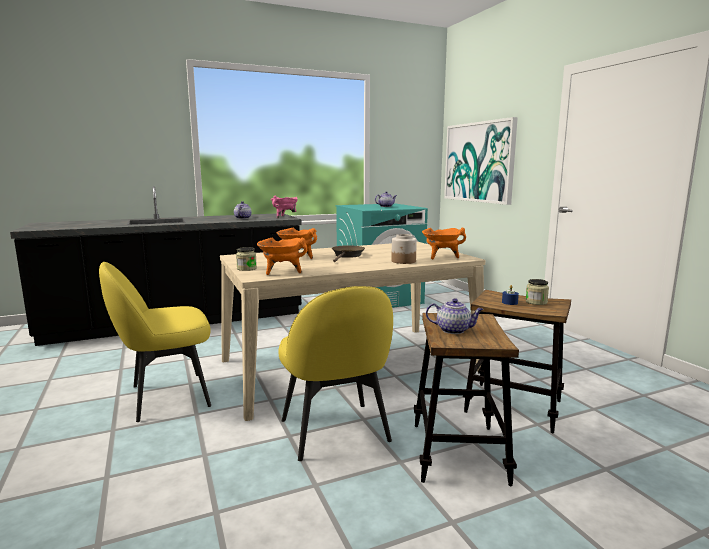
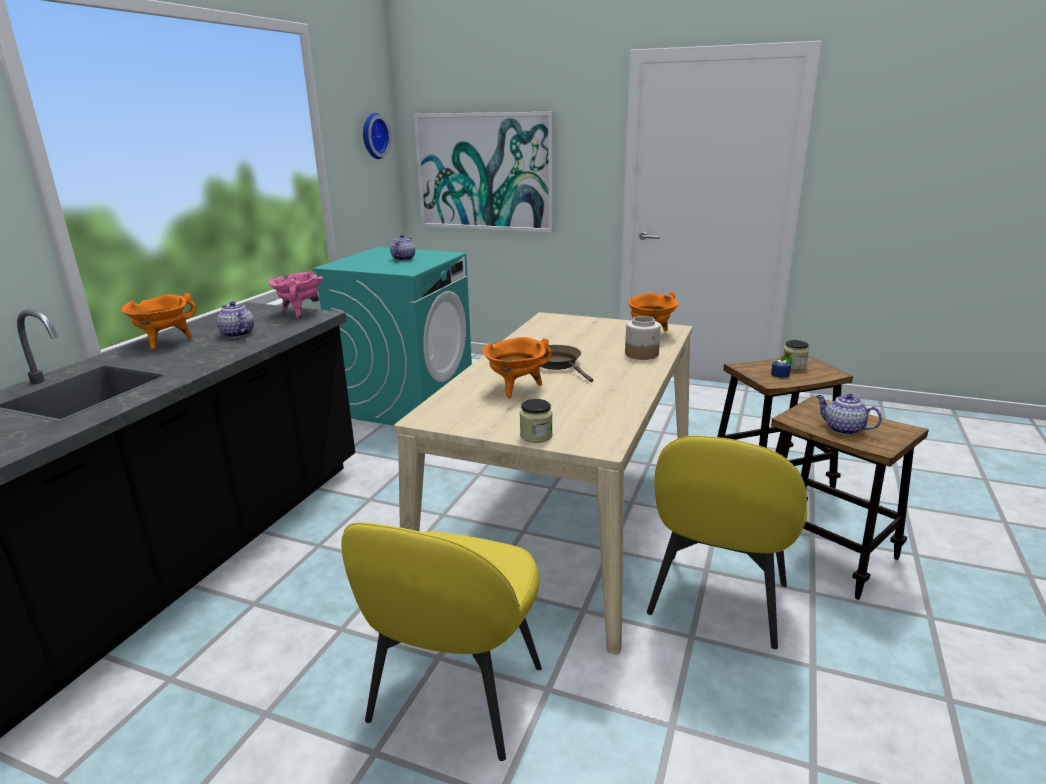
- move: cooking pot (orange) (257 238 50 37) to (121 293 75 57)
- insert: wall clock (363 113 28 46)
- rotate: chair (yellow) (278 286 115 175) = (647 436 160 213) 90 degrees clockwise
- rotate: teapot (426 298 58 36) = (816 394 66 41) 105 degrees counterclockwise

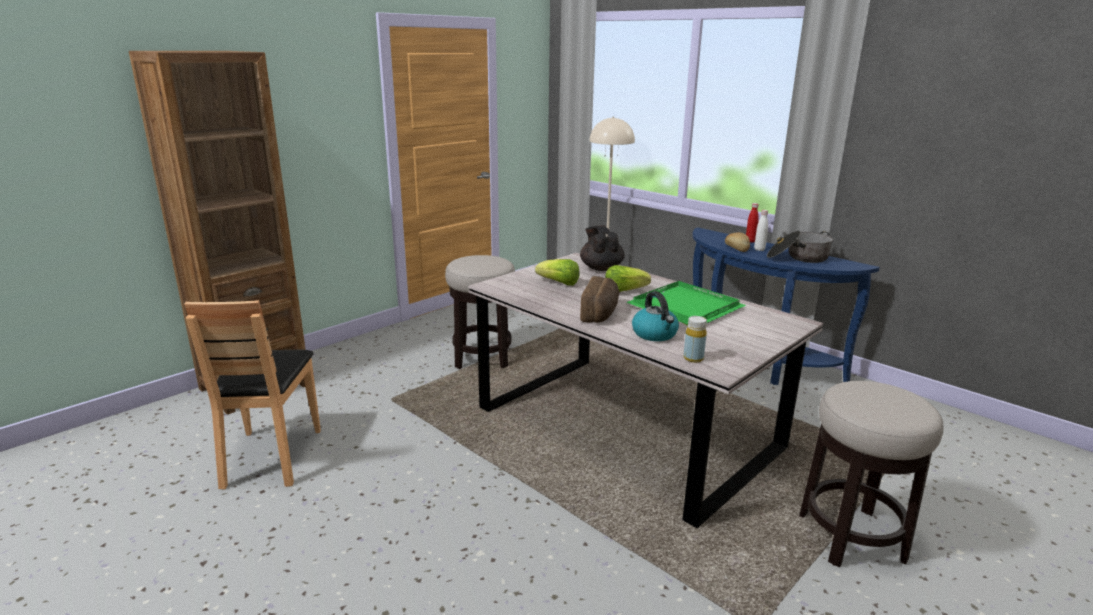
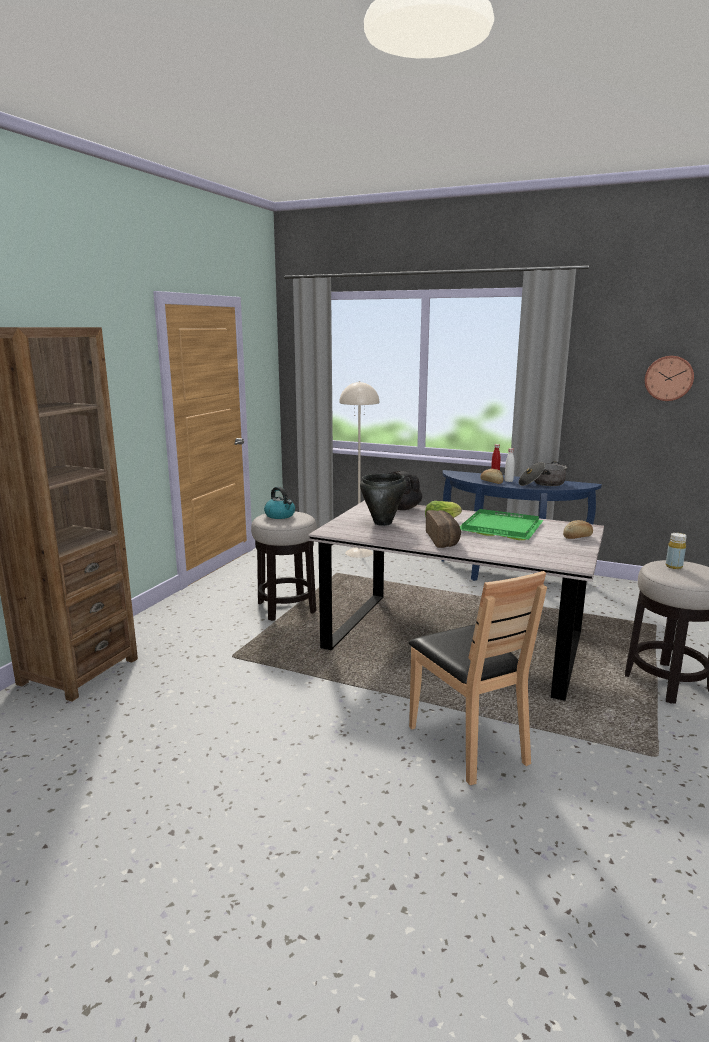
- move: kettle (632 291 47 50) to (264 487 31 32)
- replace: lettuce (535 259 44 27) to cooking pot (black) (360 474 47 52)
- move: chair (brown) (184 300 137 189) to (409 571 138 214)
- insert: bread (563 520 30 19)
- insert: wall clock (645 356 49 45)
- move: bottle (yellow) (684 316 23 47) to (666 533 21 36)

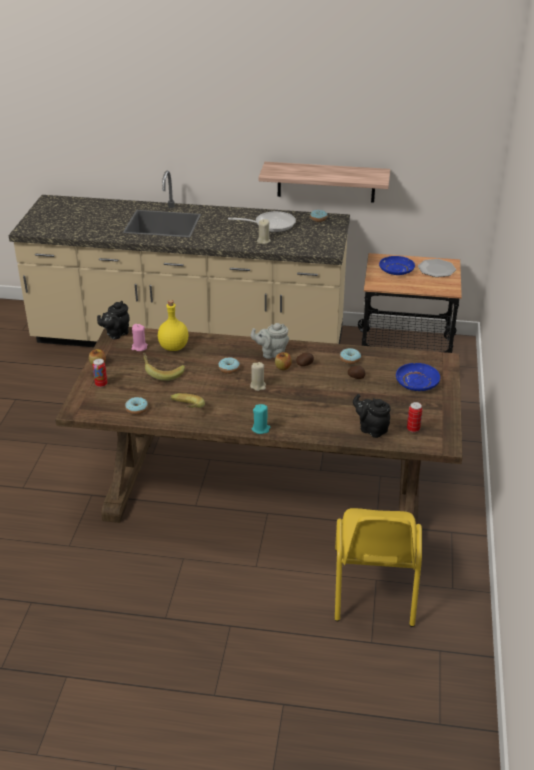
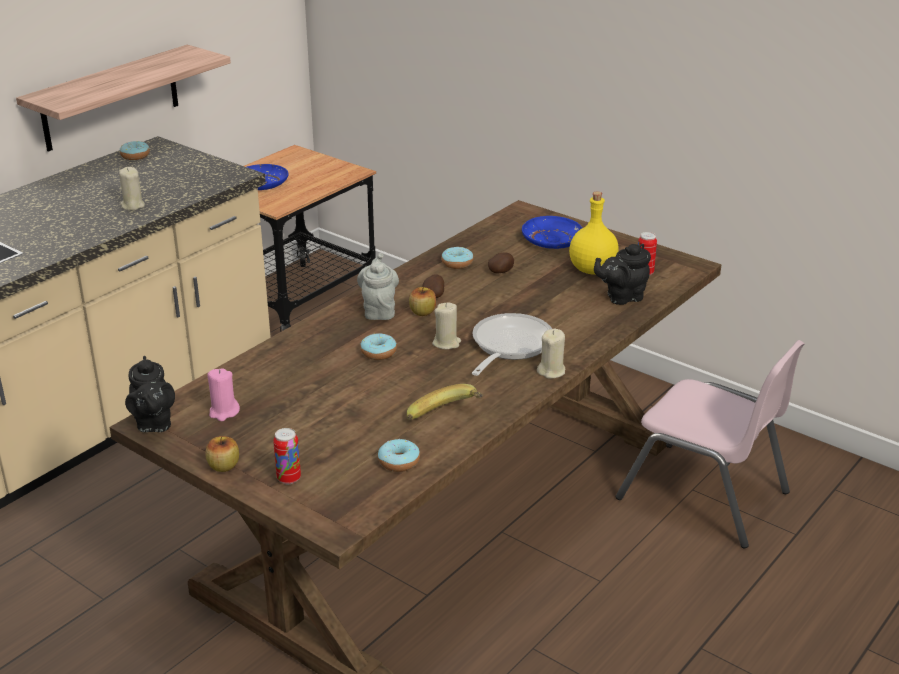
- rotate: teapot (grey) (251 323 38 36) = (357 253 42 67) 150 degrees clockwise
- move: frying pan (228 211 68 21) to (472 313 80 63)
- recolor: candle (turquoise) (252 404 18 30) to candle (beige) (537 329 28 50)
- move: bottle (yellow) (158 300 31 51) to (569 192 50 83)
- recolor: chair (yellow) (335 508 87 119) to chair (pink) (616 340 189 208)
- delete: banana (143 353 42 28)
- delete: plate (418 259 38 18)

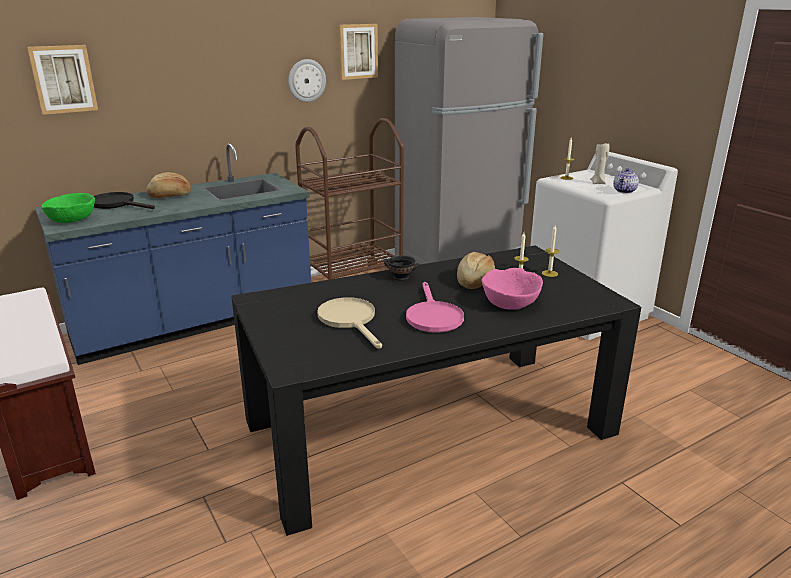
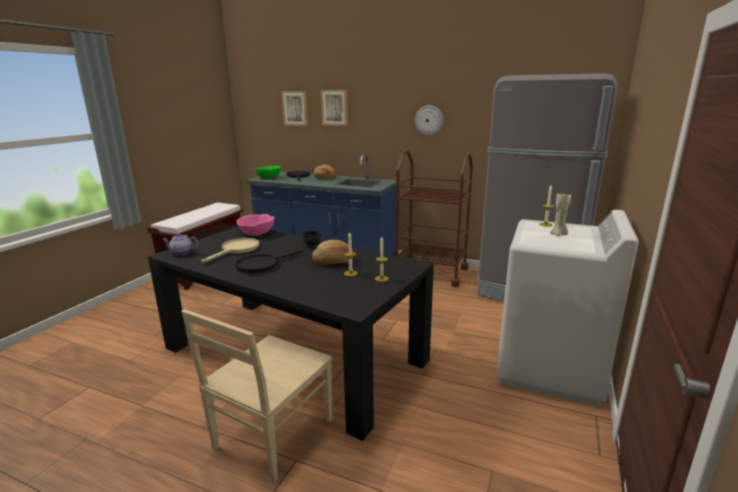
- move: teapot (613 168 26 26) to (163 233 35 23)
- insert: chair (beige) (182 309 151 174)
- recolor: frying pan (pink) (406 282 58 51) to frying pan (black) (235 249 69 24)
- move: bowl (pink) (482 268 61 42) to (236 214 39 22)
- move: picture (338 24 40 56) to (321 89 27 37)

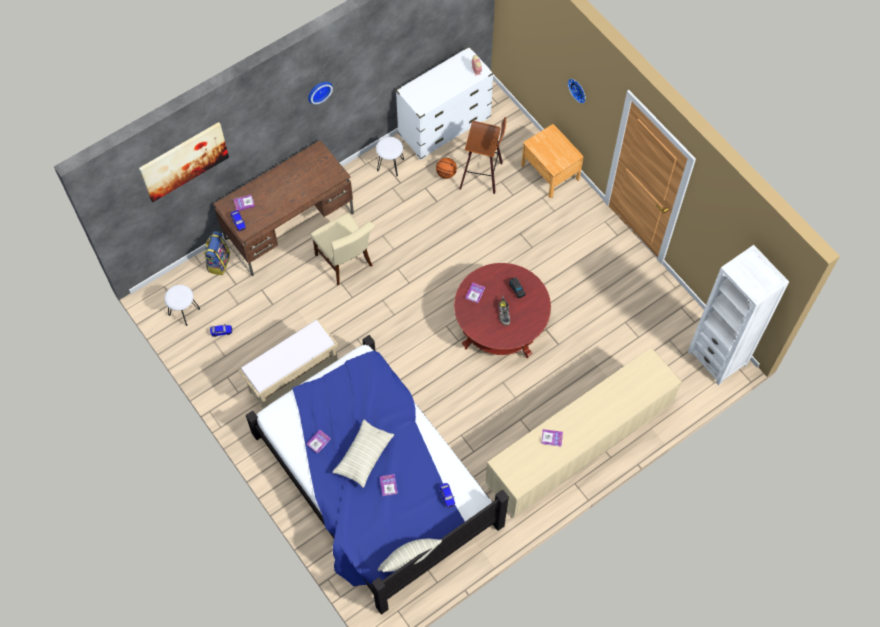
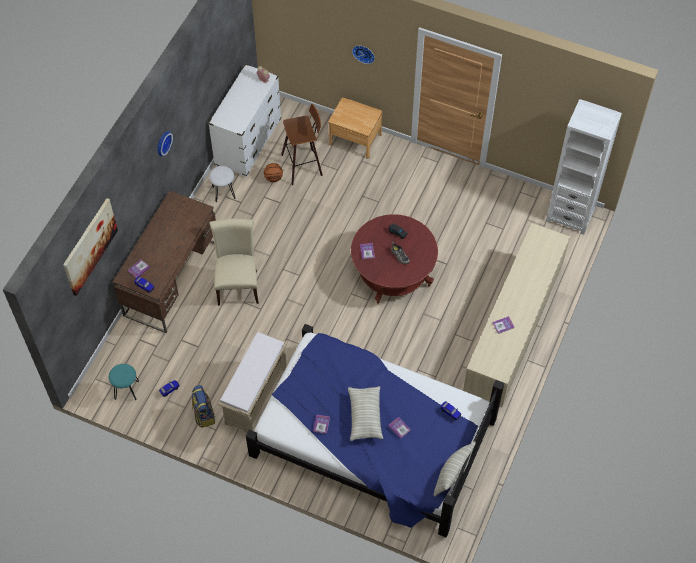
- recolor: stool (white) (164 285 36 41) to stool (turquoise) (109 364 30 36)
- move: backpack (204 231 26 44) to (192 385 23 43)
- rotate: chair (beige) (311 213 64 72) = (209 218 50 88) 120 degrees counterclockwise

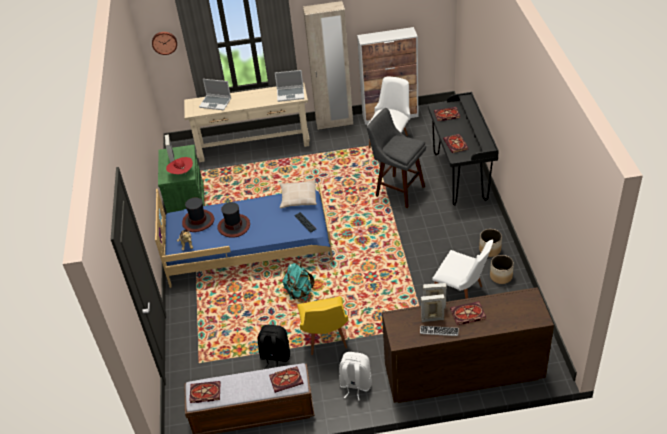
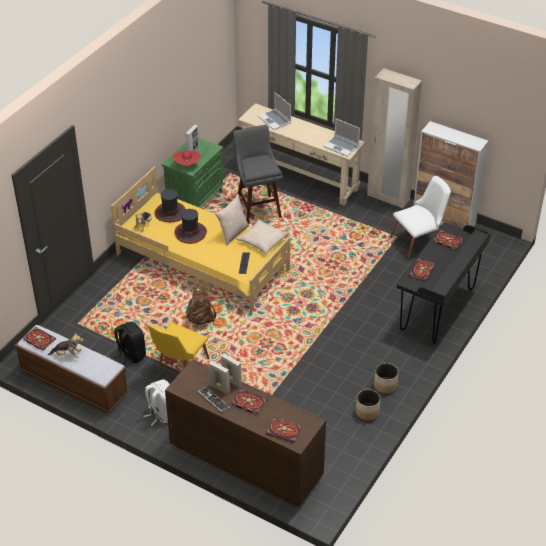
- insert: plush toy (48 332 36 26)
- recolor: bed (blue) (155 182 178 106) to bed (yellow) (111 166 180 147)
- recolor: backpack (turquoise) (282 262 33 38) to backpack (brown) (186 289 30 36)
- insert: pillow (beige) (215 194 34 51)
- move: stool (grey) (367 108 59 100) to (233 125 50 99)
- move: book (269 366 35 27) to (266 417 36 26)
- delete: wall clock (152 32 25 23)
- delete: chair (white) (432 240 61 59)

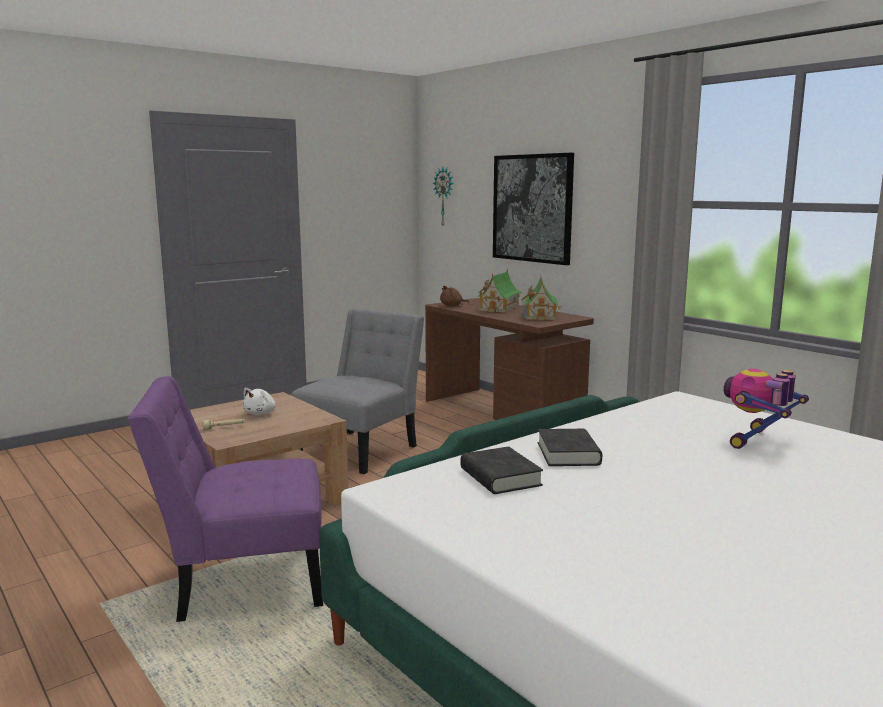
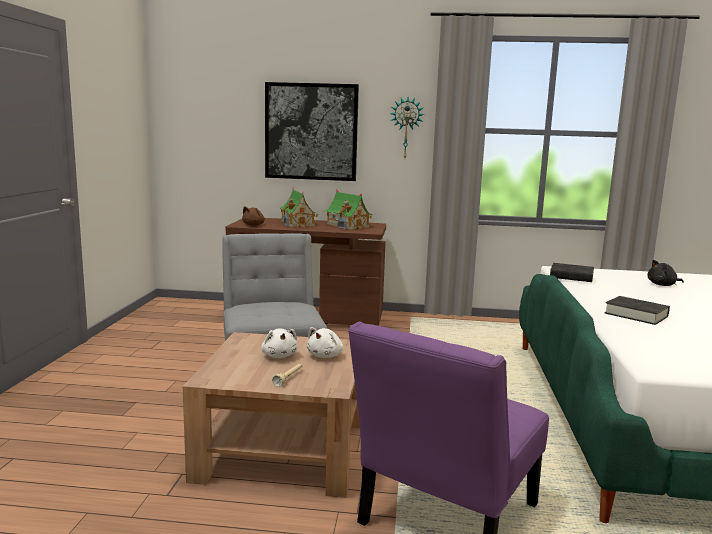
- insert: plush toy (white) (307 327 36 31)
- move: wall clock (432 168 22 58) to (390 97 34 61)
- move: book (black) (460 446 83 48) to (550 263 44 19)
- replace: toy robot (724 369 85 80) to plush toy (black) (647 260 37 26)

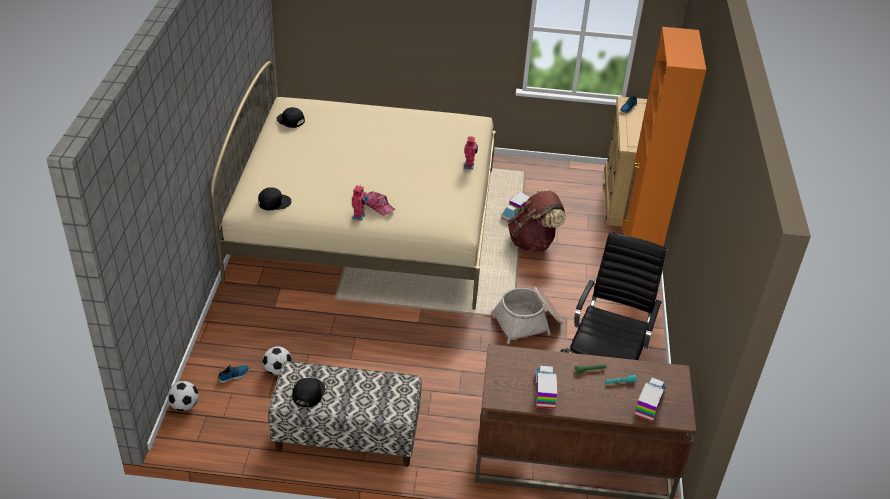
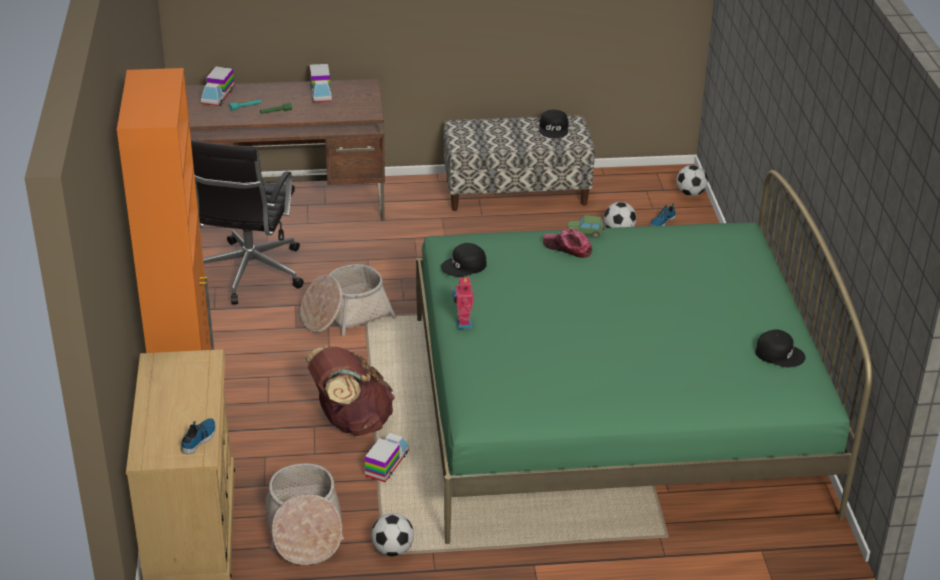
- insert: basket (265 463 79 102)
- insert: football (371 513 43 43)
- recolor: bed (beige) (211 61 285 249) to bed (green) (416 170 456 374)
- move: cap (black) (258 187 33 23) to (441 243 46 34)
- replace: toy robot (352 185 16 36) to toy car (567 215 38 23)

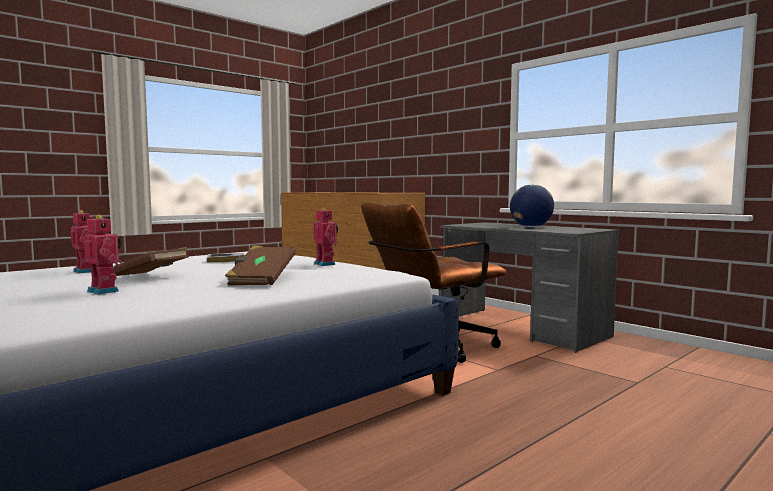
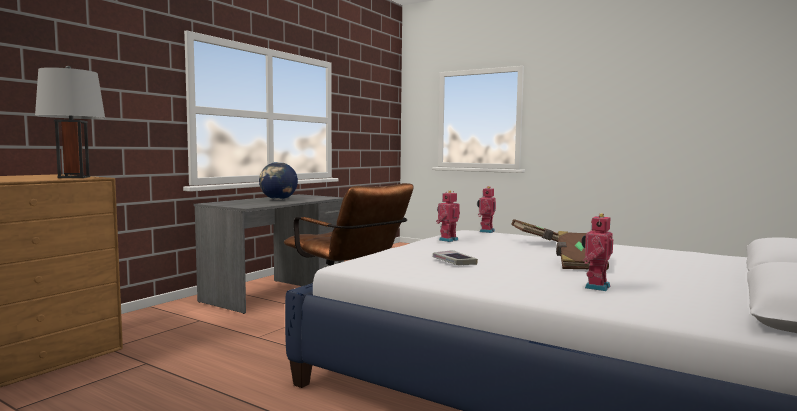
- insert: table lamp (grey) (35 66 70 112)
- move: toy robot (84 215 38 80) to (477 186 19 47)

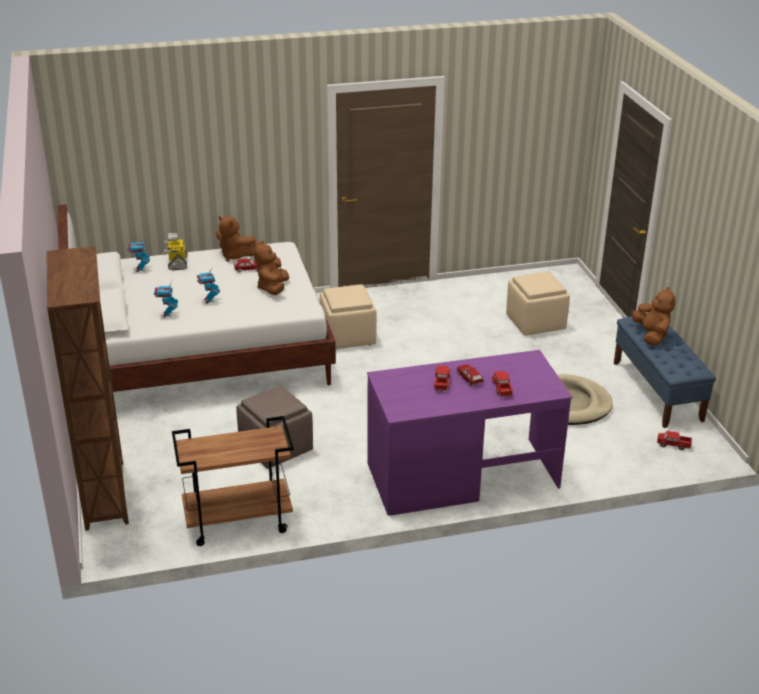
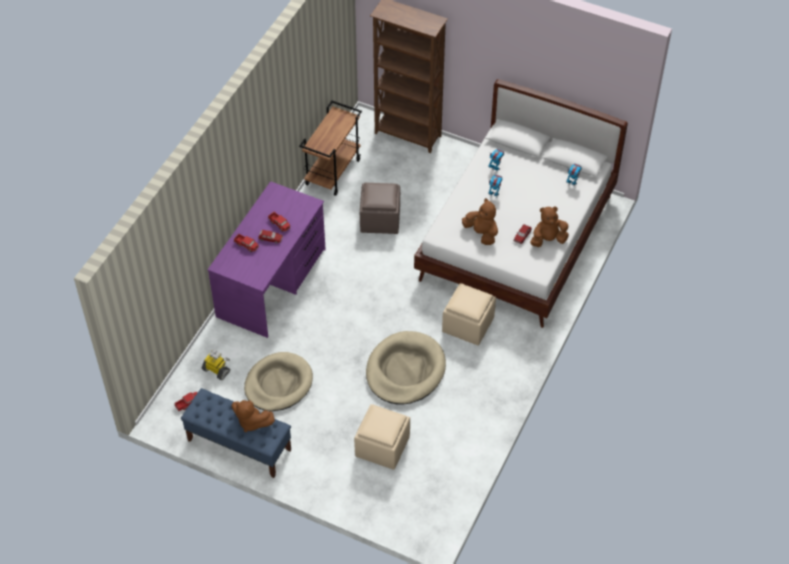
- move: toy robot (163 233 25 37) to (202 350 28 30)
- insert: dog bed (beige) (366 331 80 74)

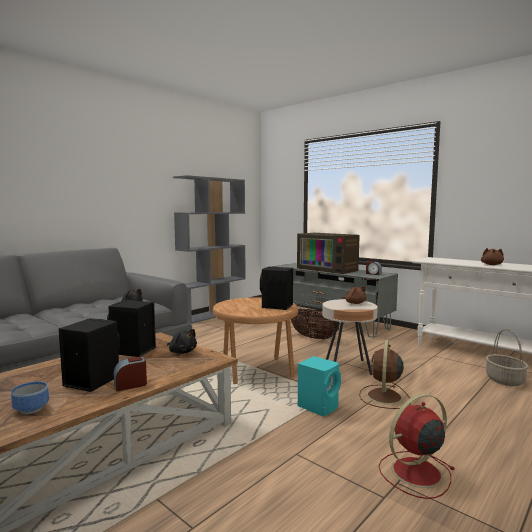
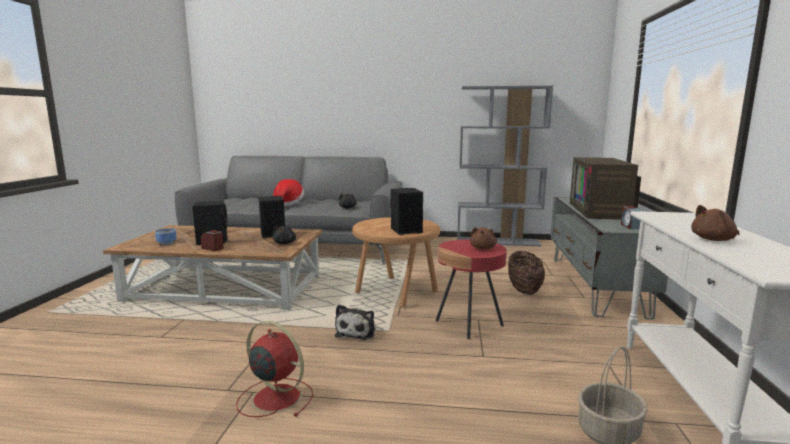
- insert: hat (273 179 31 27)
- replace: speaker (turquoise) (298 356 43 61) to plush toy (335 304 40 36)
- recolor: side table (beige) (322 299 56 76) to side table (red) (436 239 71 100)
- delete: fan (brown) (359 340 52 69)

